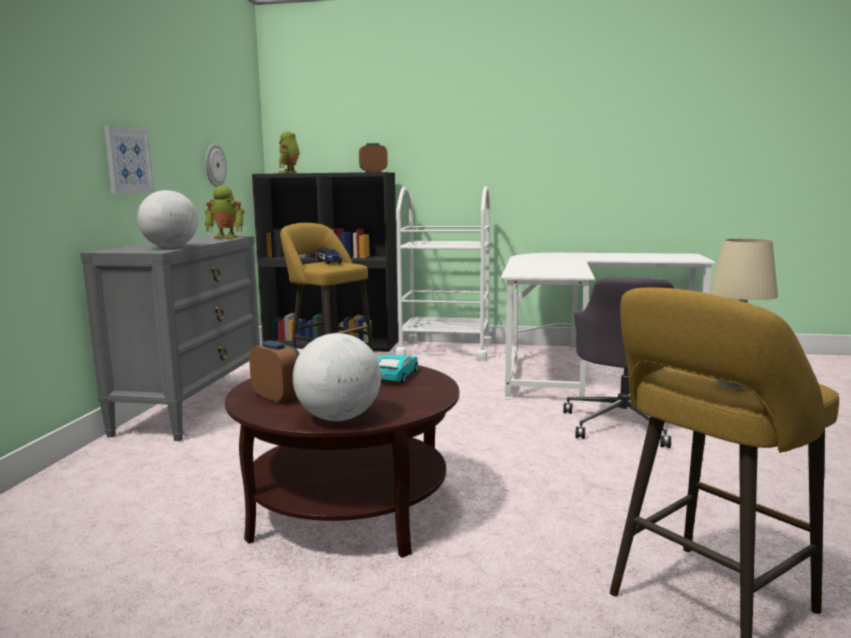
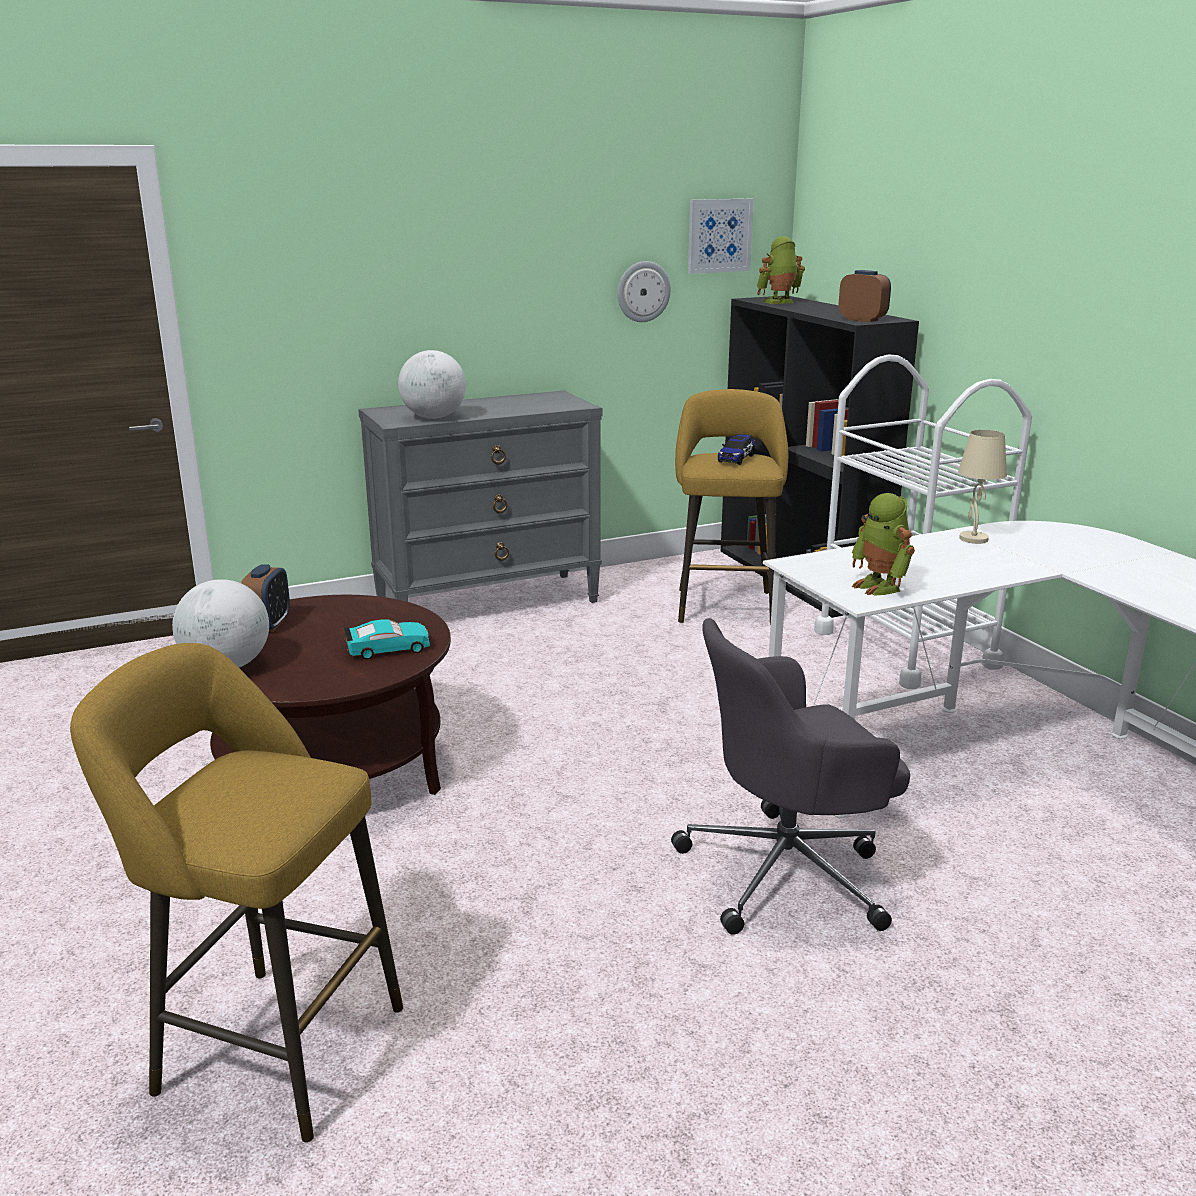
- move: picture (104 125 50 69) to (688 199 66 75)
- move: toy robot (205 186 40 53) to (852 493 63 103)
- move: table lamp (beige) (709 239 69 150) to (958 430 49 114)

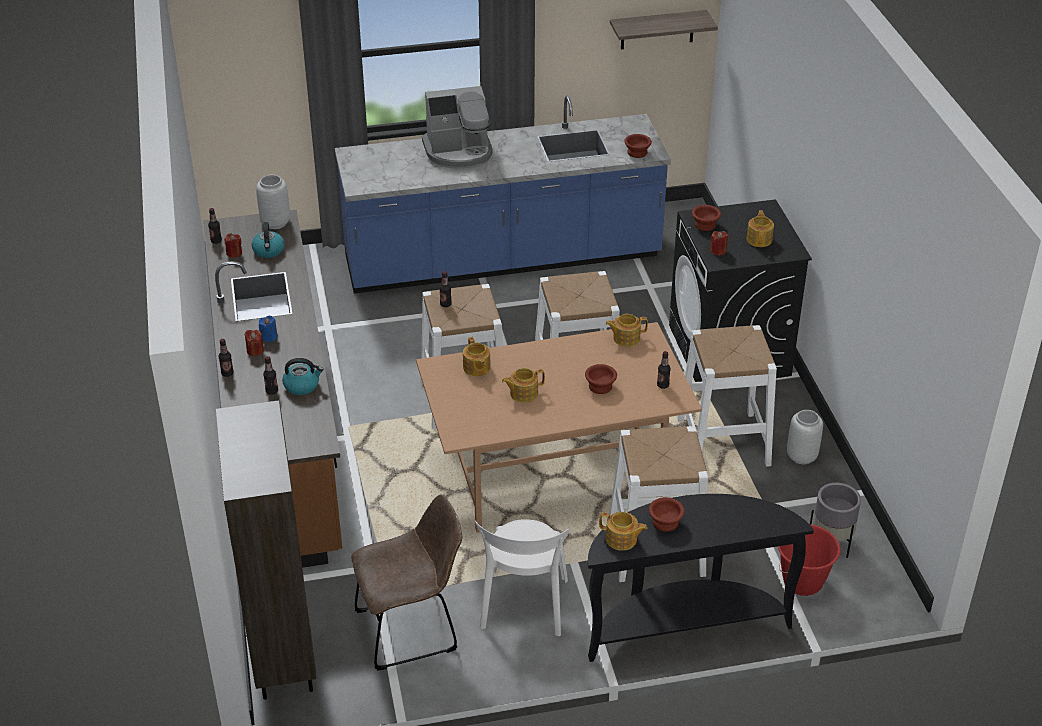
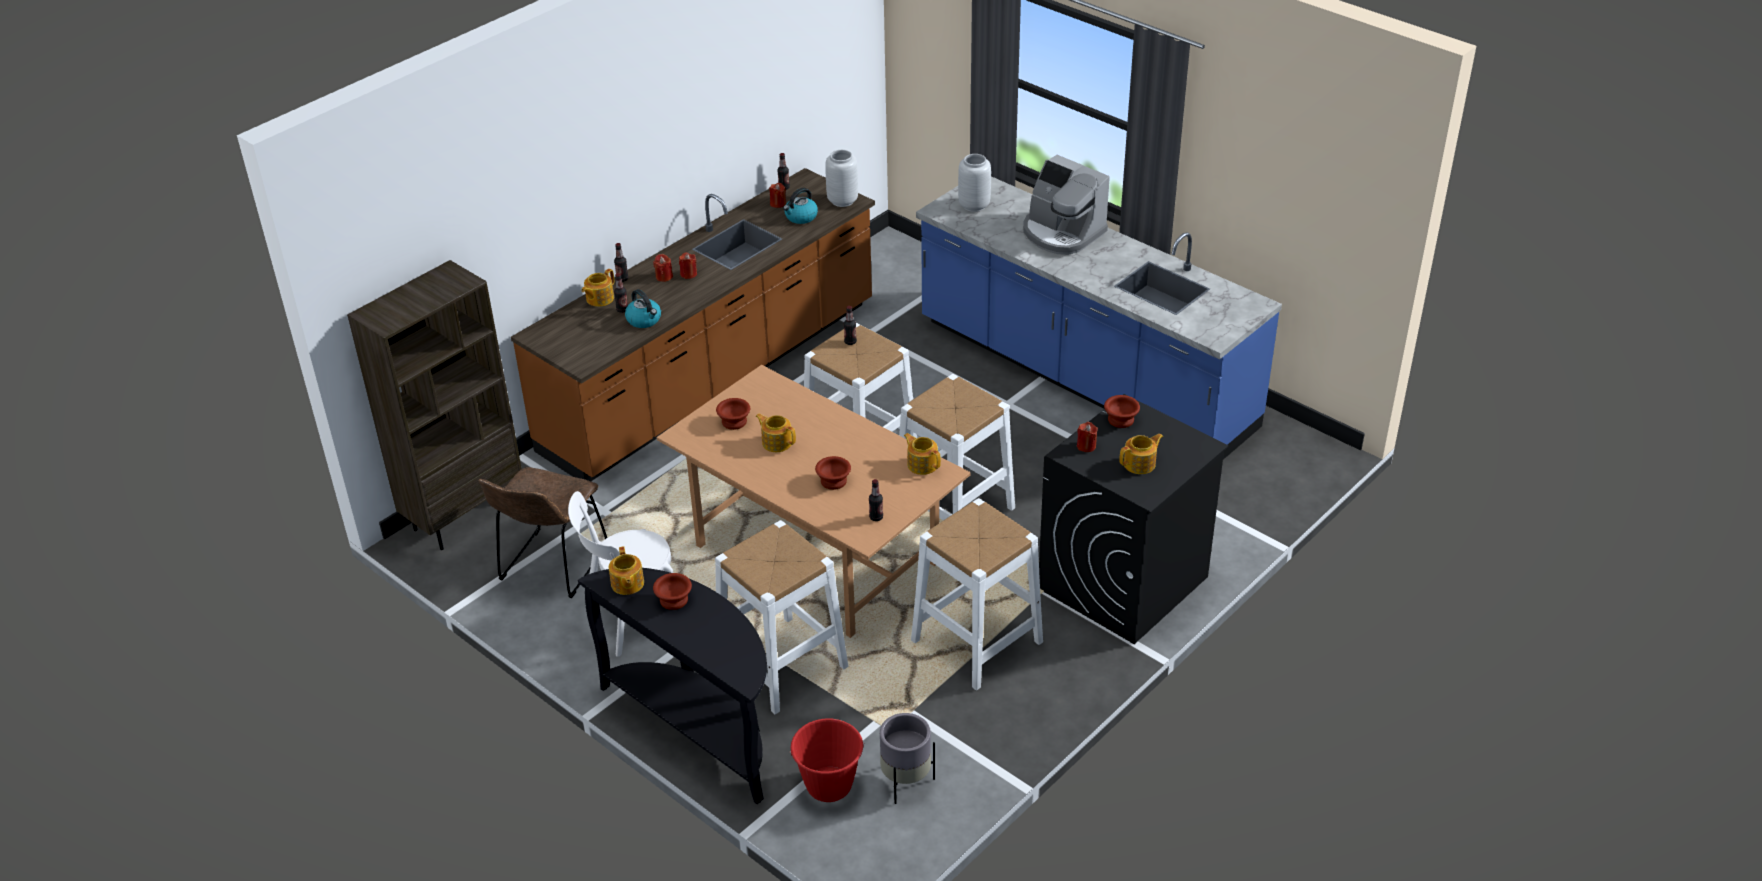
- rotate: chair (brown) (351 494 111 177) = (479 467 128 131) 75 degrees clockwise
- move: teapot (463 337 28 39) to (581 269 33 38)
- recolor: candle (blue) (259 316 19 26) to candle (red) (679 253 18 26)
- move: bowl (brown) (624 134 28 24) to (716 398 34 32)
- move: vase (grey) (787 410 36 54) to (958 154 33 58)
- delete: shelf (610 10 108 39)

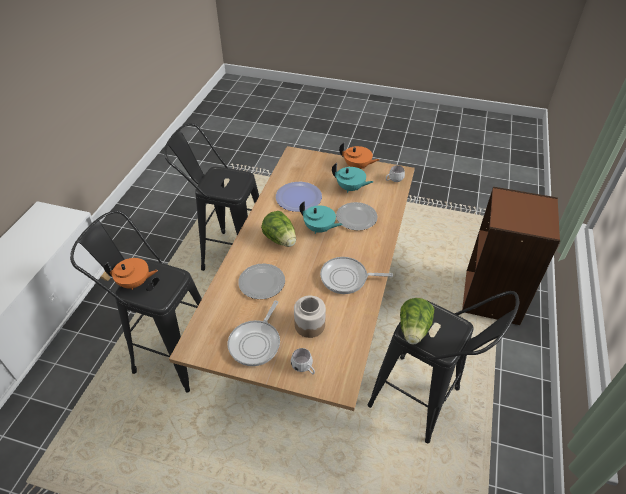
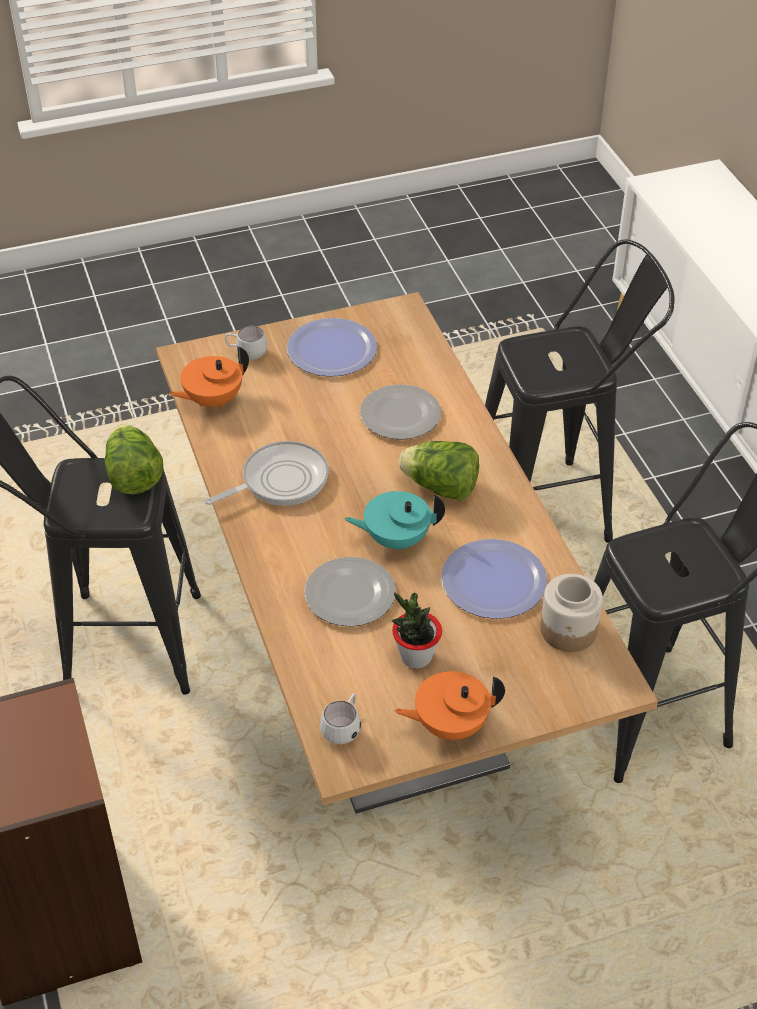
- move: teapot (orange) (104 258 54 32) to (169 346 80 62)
- replace: frying pan (228 301 52 65) to plate (287 318 90 59)
- replace: teapot (turquoise) (332 163 41 30) to potted plant (392 592 50 77)
- move: jar (294 296 32 42) to (540 574 63 78)

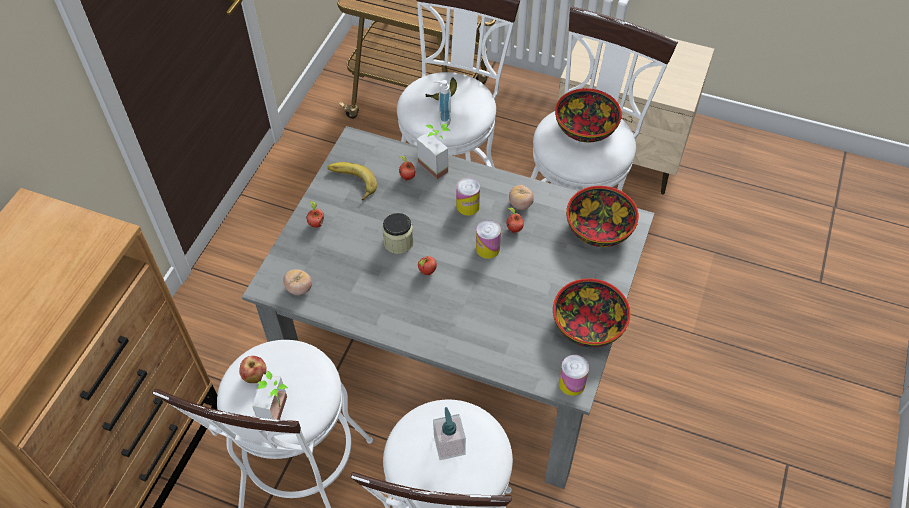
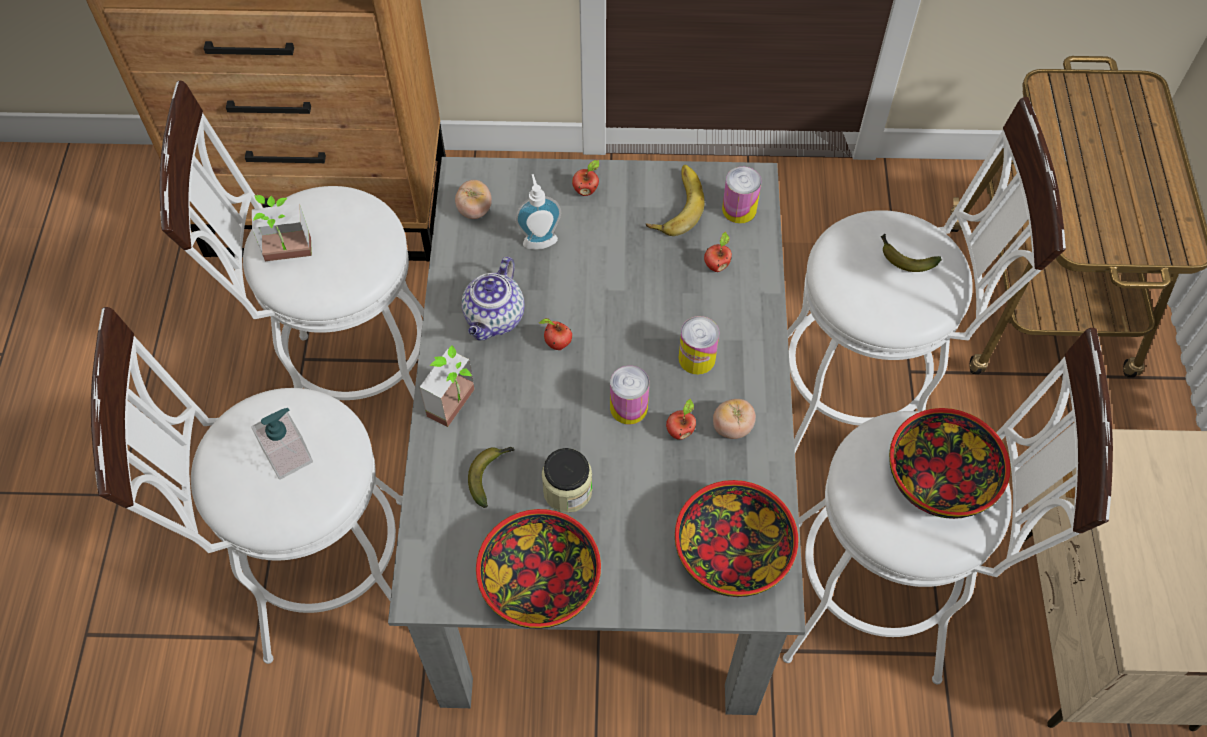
- move: potted plant (417 124 33 55) to (420 345 55 82)
- insert: teapot (462 257 63 84)
- insert: banana (468 447 47 61)
- move: soap dispenser (433 80 18 48) to (515 174 46 76)
- move: jar (382 213 32 41) to (542 448 50 65)
- move: can (559 355 30 41) to (722 167 40 57)
- delete: apple (239 356 28 27)

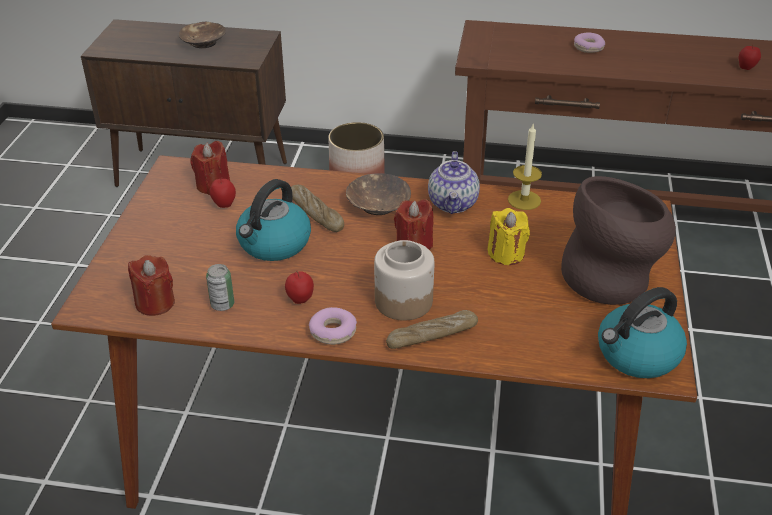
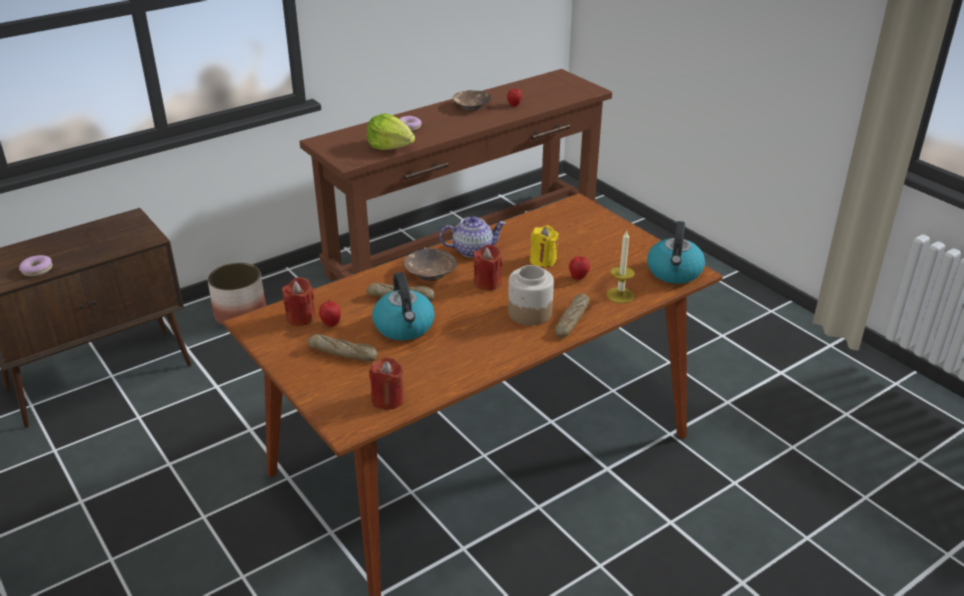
- move: donut (309 307 48 38) to (19 255 33 22)
- insert: bread (307 334 71 28)
- insert: lettuce (367 113 48 37)
- rotate: teapot (428 151 52 63) = (440 216 66 42) 60 degrees counterclockwise
- move: bowl (brown) (179 22 47 26) to (453 90 38 21)
- move: apple (285 271 29 33) to (569 255 21 25)
- move: candle (508 122 34 88) to (606 231 29 72)
- delete: can (206 264 28 47)
- delete: vase (brown) (561 176 115 129)

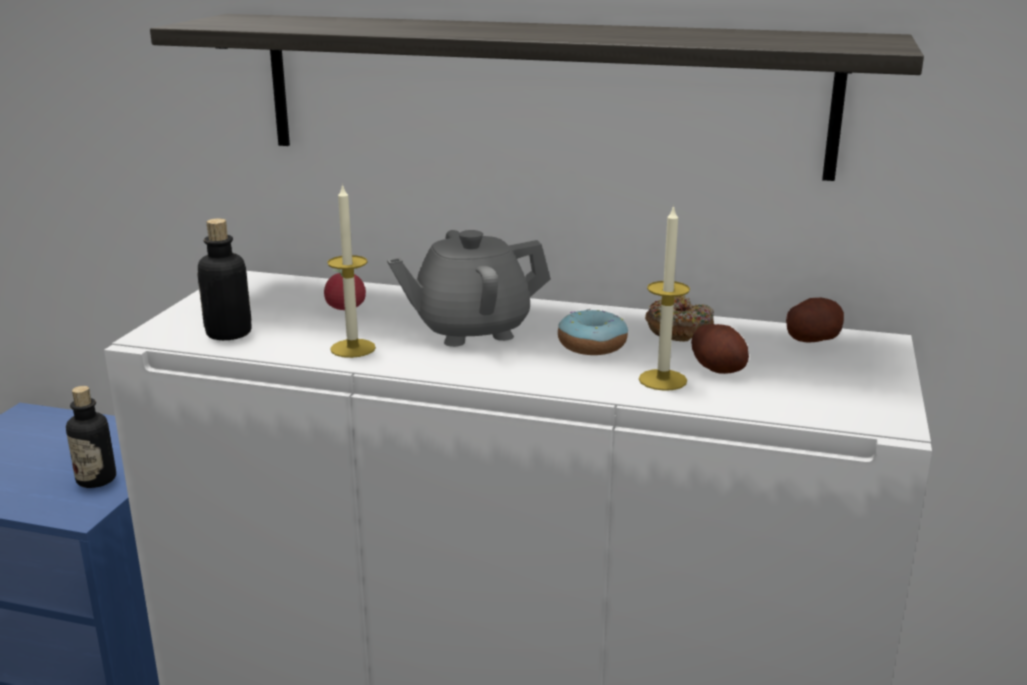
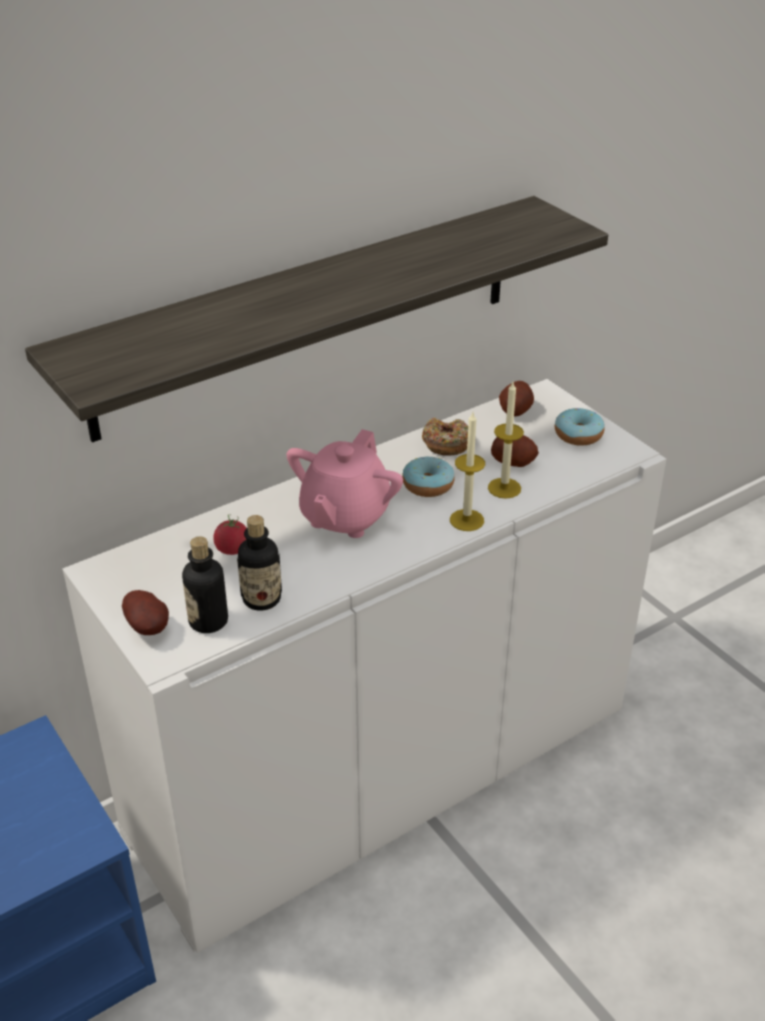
- insert: potato (122 590 47 45)
- move: bottle (66 386 50 102) to (237 515 45 96)
- recolor: teapot (grey) (387 230 164 117) to teapot (pink) (287 429 116 109)
- move: candle (328 183 48 175) to (450 412 35 119)
- insert: donut (555 408 49 38)

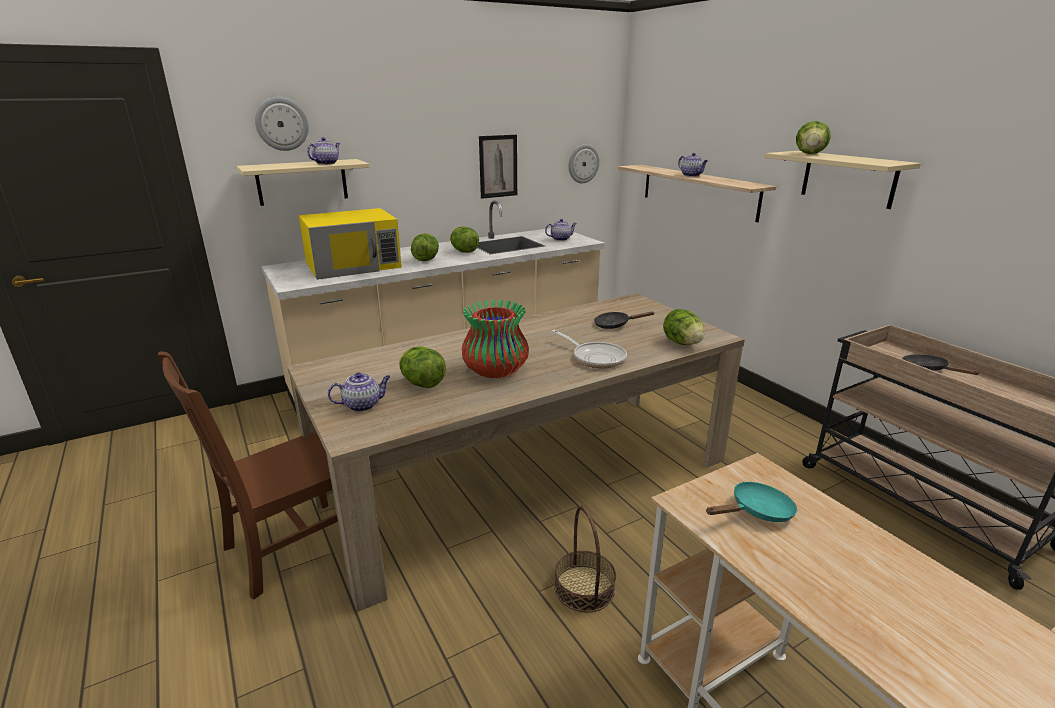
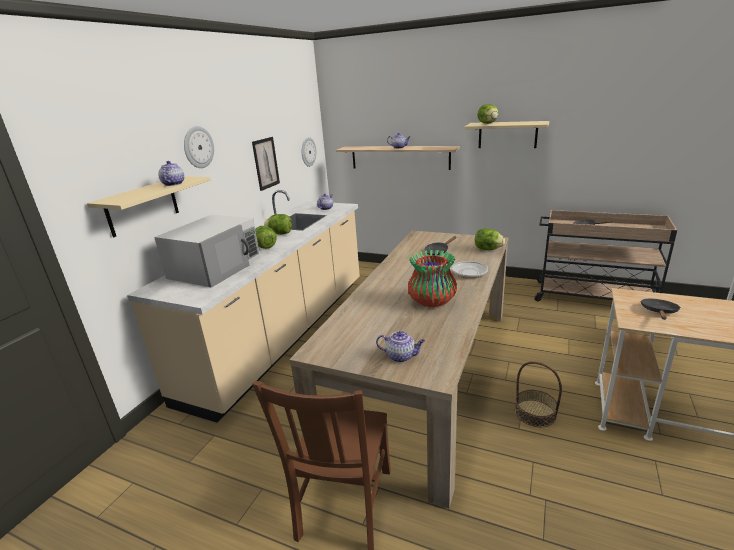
- recolor: microwave (yellow) (299 208 103 72) to microwave (white) (154 214 106 74)
- move: wall clock (255 97 54 54) to (184 126 30 42)
- rotate: teapot (328 372 63 40) = (376 331 49 31) 75 degrees clockwise
- recolor: frying pan (turquoise) (706 481 91 41) to frying pan (black) (640 299 41 21)
- delete: lettuce (399 346 47 42)

